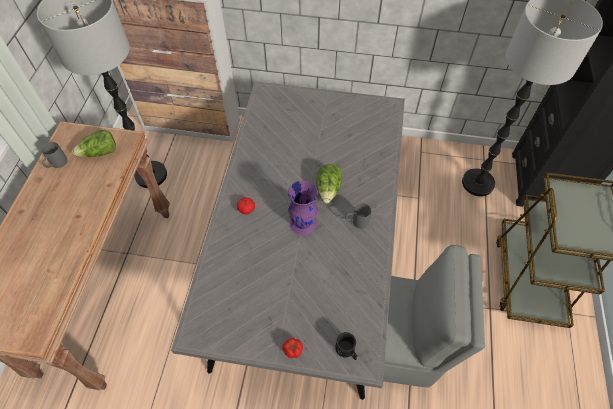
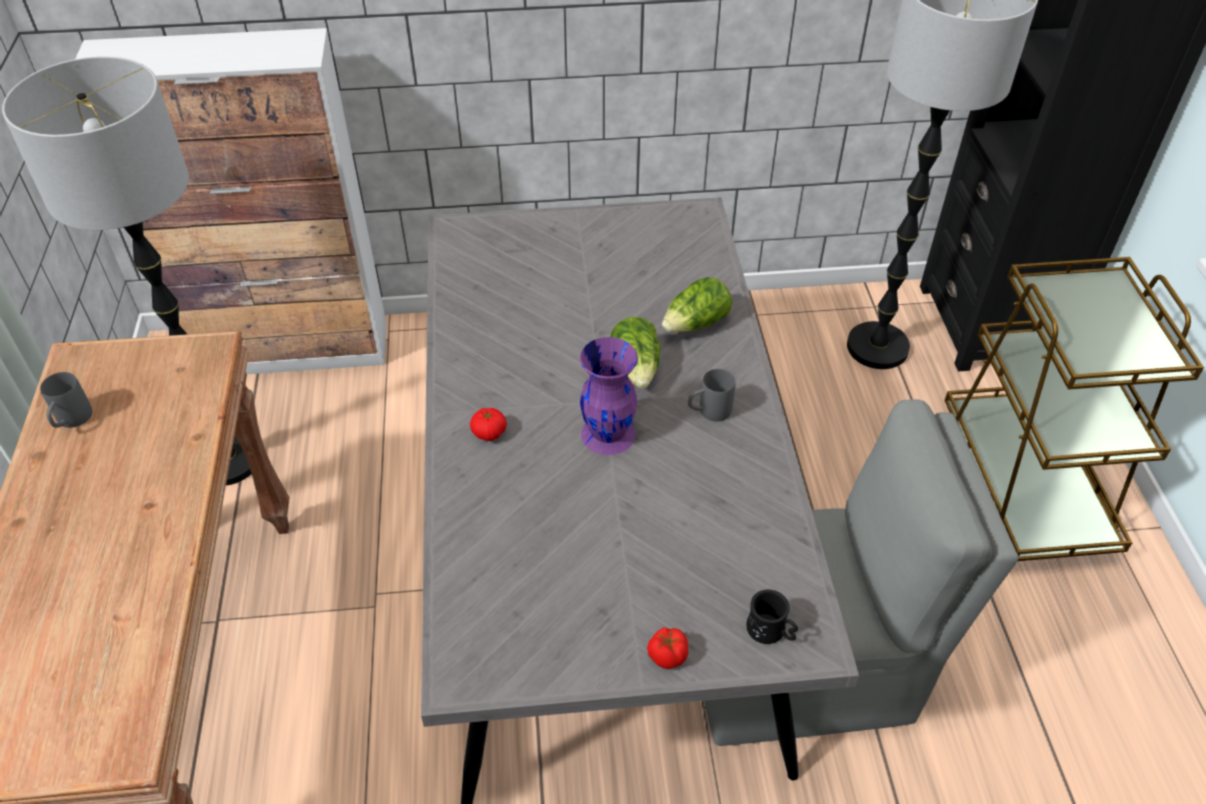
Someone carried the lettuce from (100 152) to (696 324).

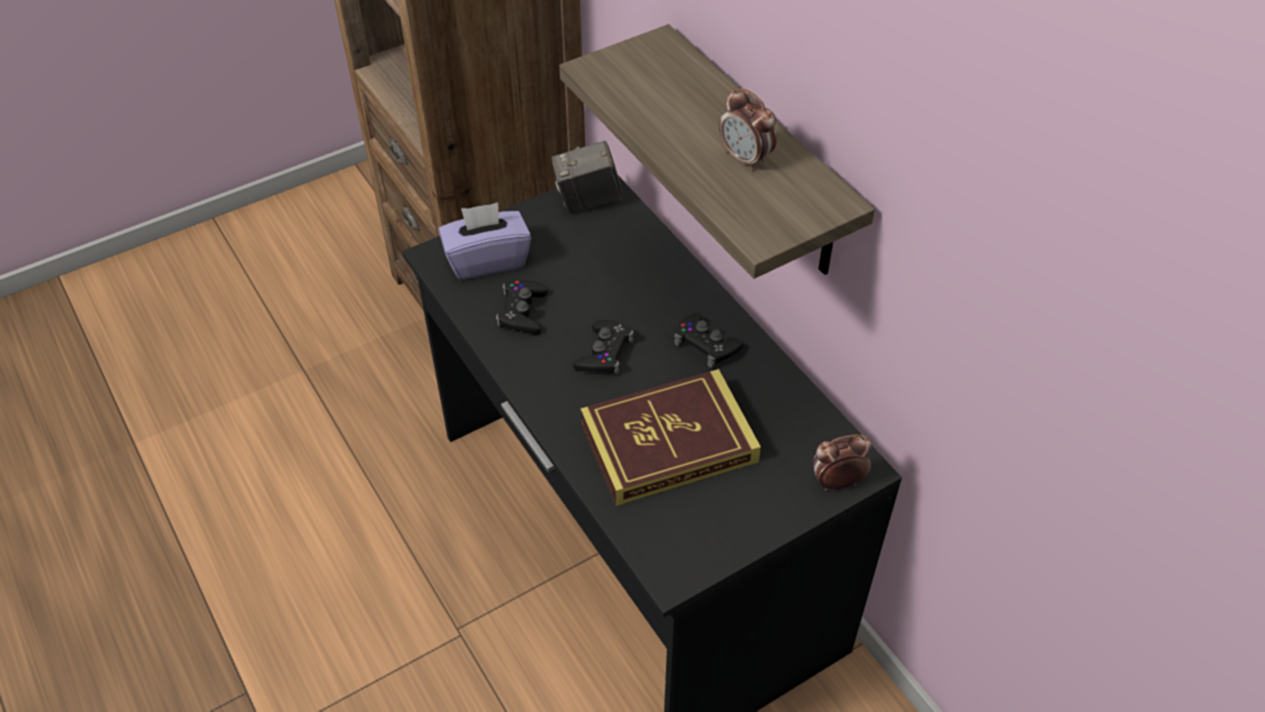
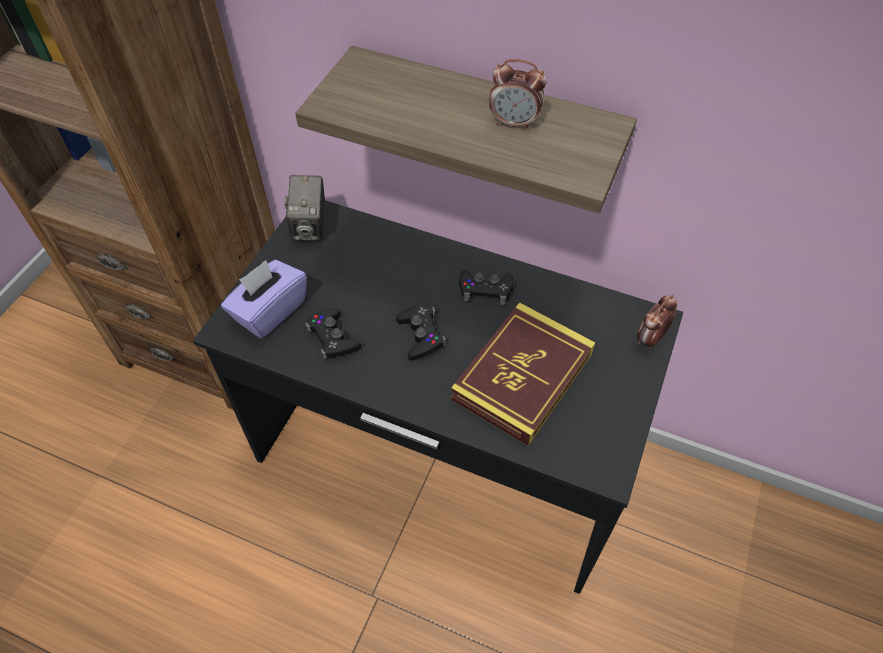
Someone rotated the photo camera at (588 201) by 45 degrees counterclockwise.

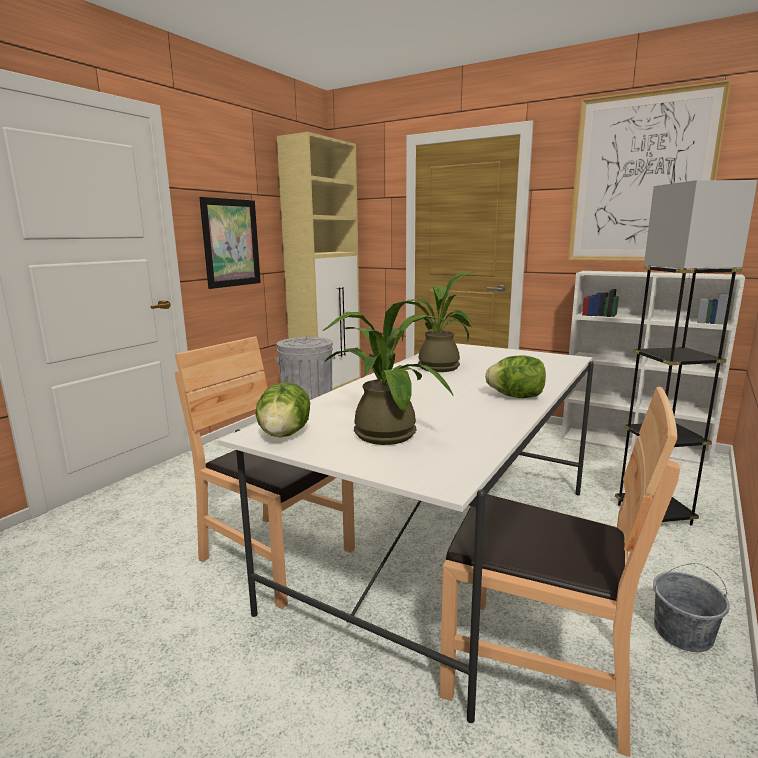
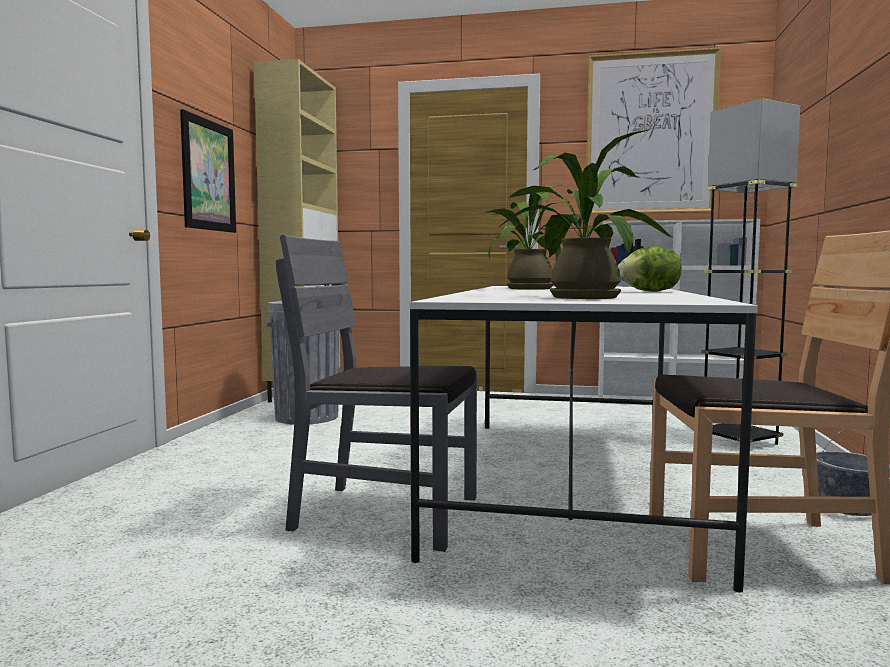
Someone repainted the chair in brown at (276 556), which became the chair in grey at (387 514).
Someone took away the lettuce at (284 435).

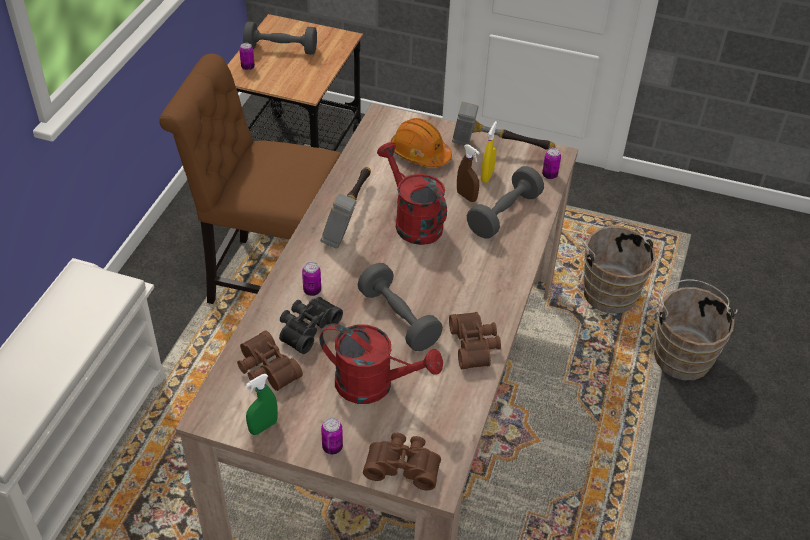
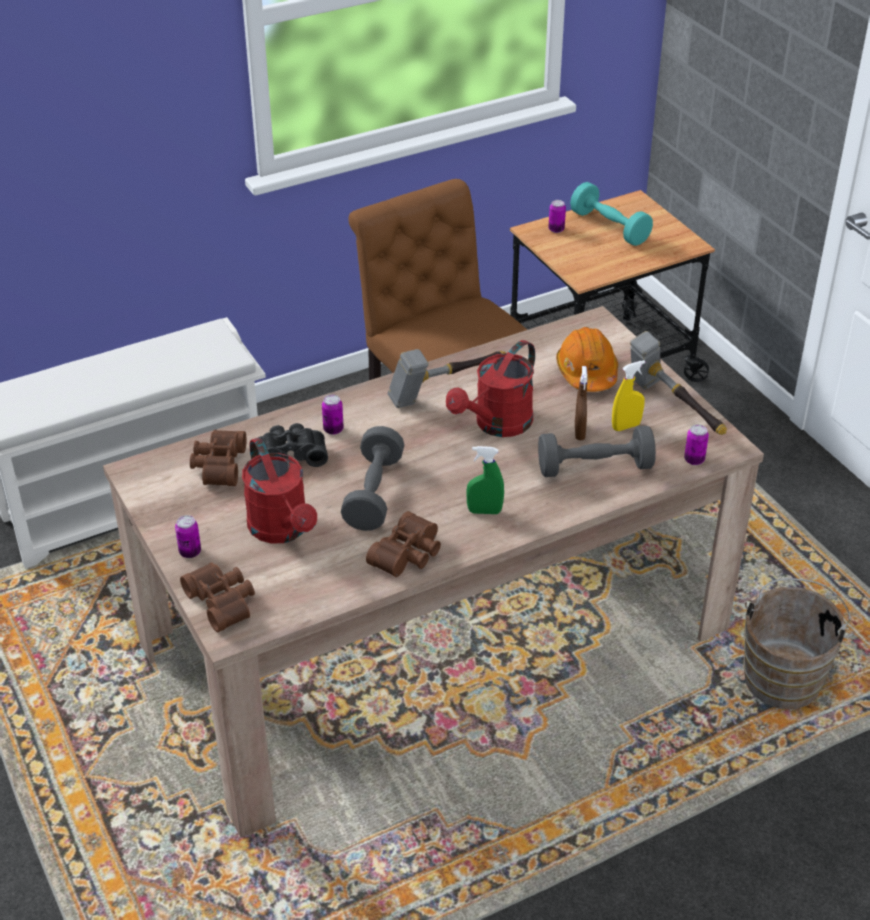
Someone repainted the dumbbell in grey at (281 49), which became the dumbbell in turquoise at (609 227).
Someone rotated the watering can in red at (413 221) by 150 degrees counterclockwise.
Someone took away the bucket in brown at (681 354).
Someone carried the spray bottle in green from (263 427) to (484 511).

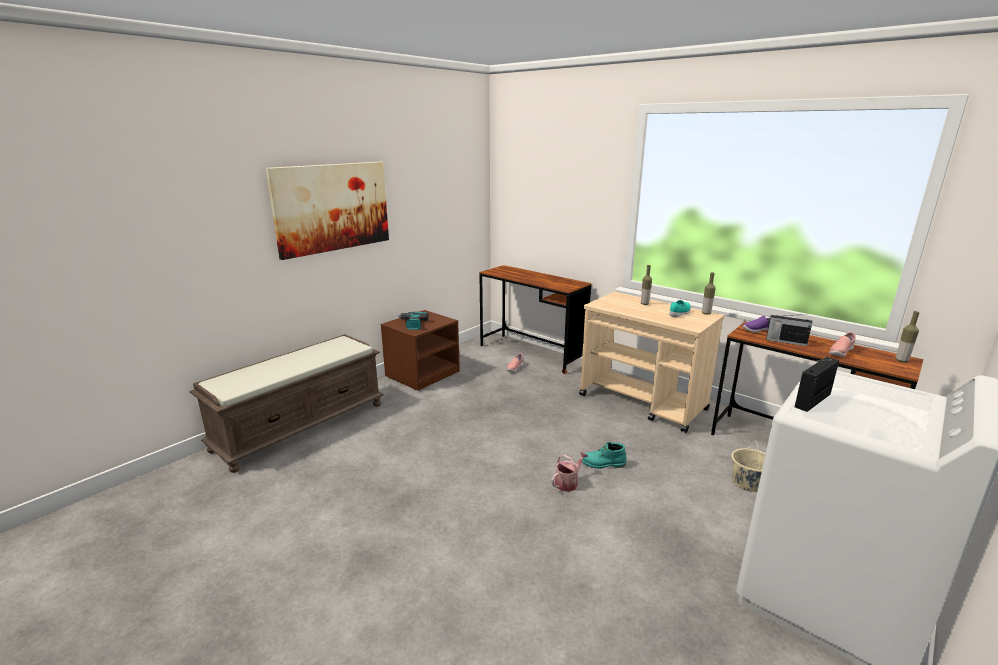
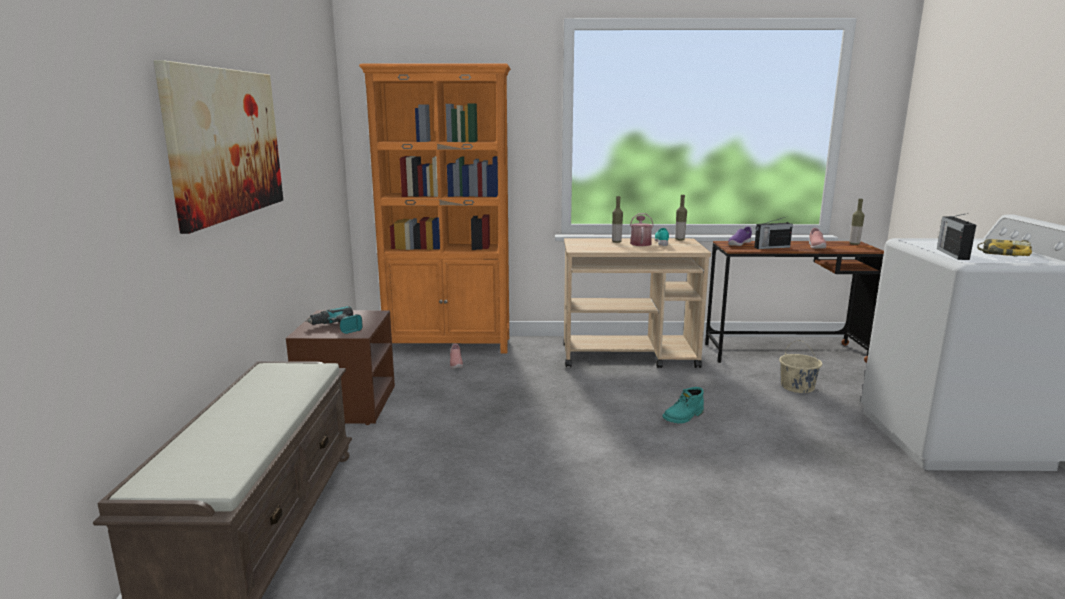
Someone swapped the desk in brown at (531 353) for the bookcase in orange at (449 345).
Someone carried the watering can from (568 482) to (640 243).
Someone put down the power drill at (1003 254).

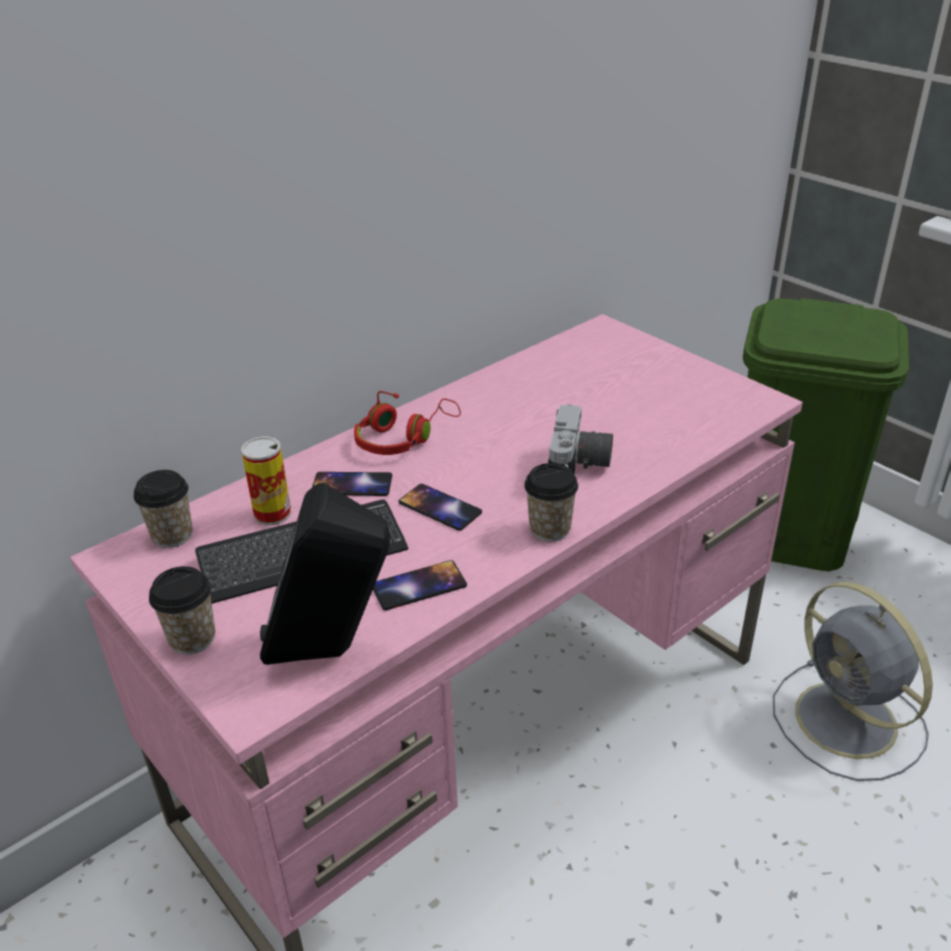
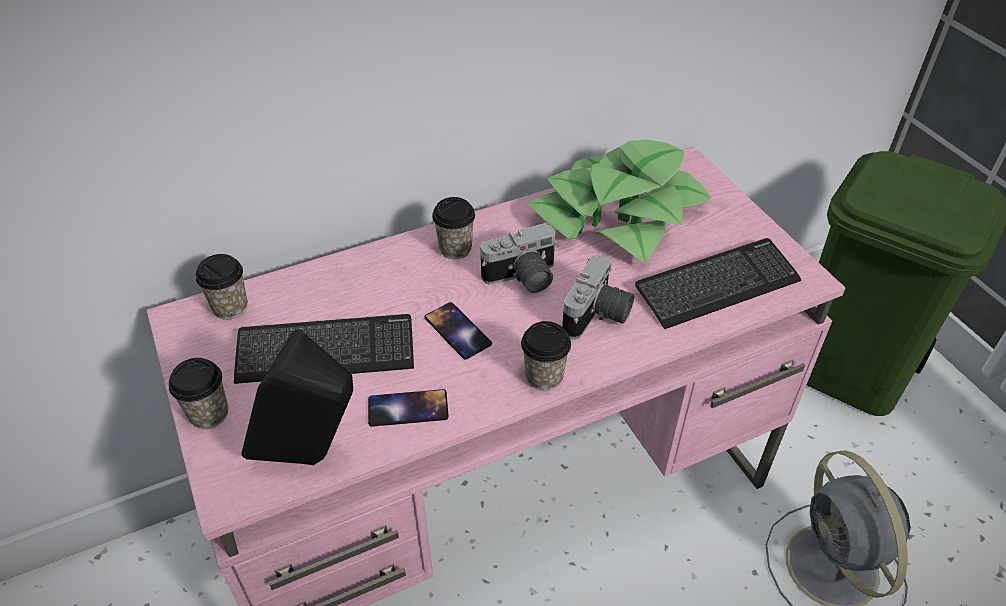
Someone swapped the headphones in red at (403 438) for the cup at (455 249).
Someone took away the can at (272 513).
Someone took away the phone at (352 485).
Someone put down the potted plant at (618 215).
Someone put down the photo camera at (522 279).
Someone put down the keyboard at (717 285).

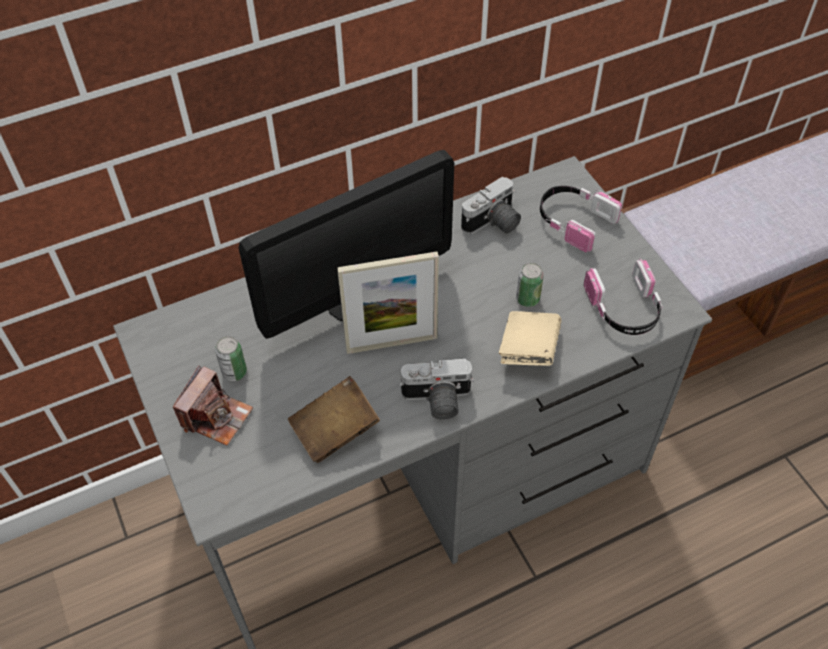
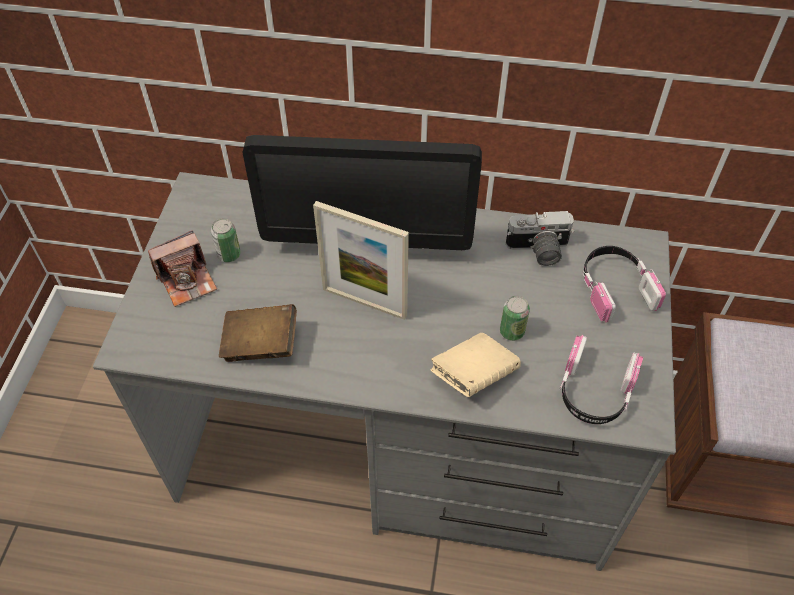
Someone took away the photo camera at (436 401).

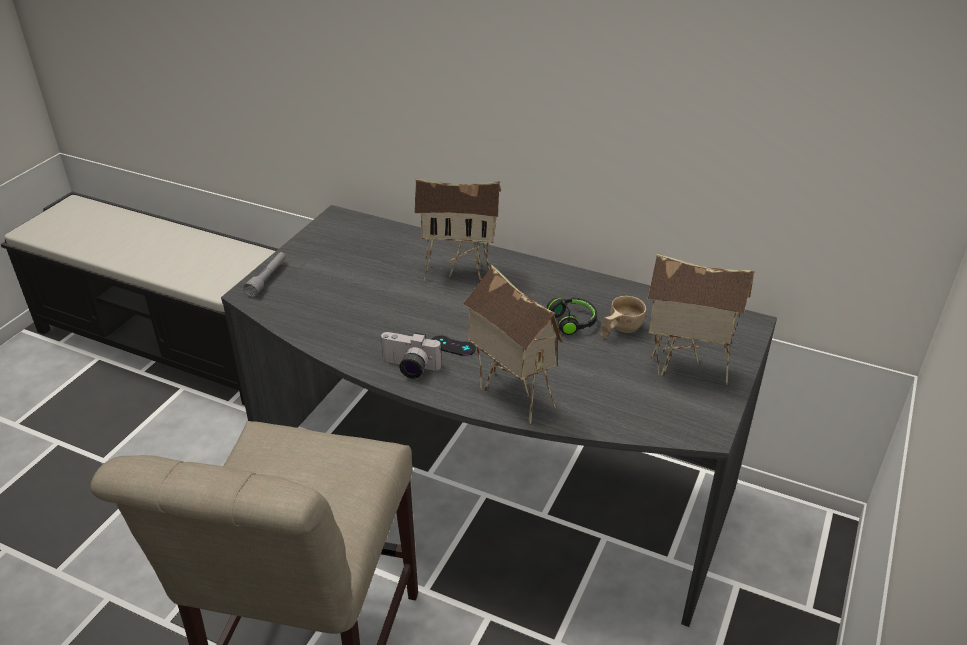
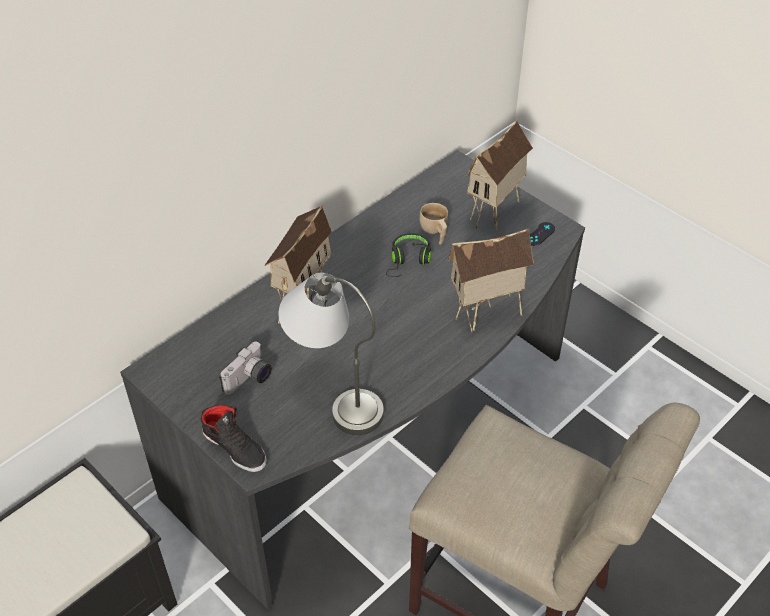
Someone swapped the flashlight in grey at (267 278) for the shoe in black at (235 447).
Someone carried the photo camera from (409 368) to (249 380).
Someone carried the game controller in black from (452 346) to (540 234).
Someone put down the table lamp in grey at (335 393).

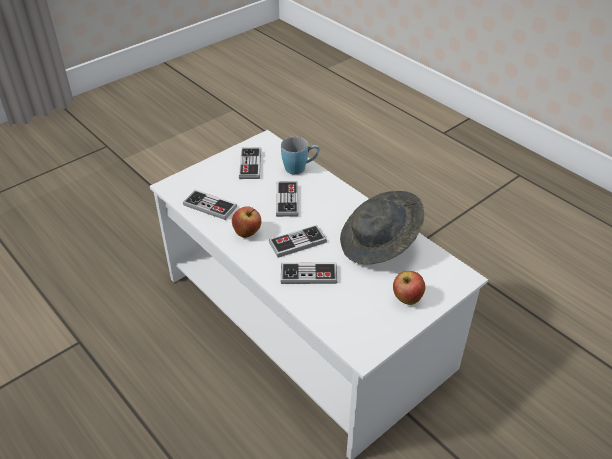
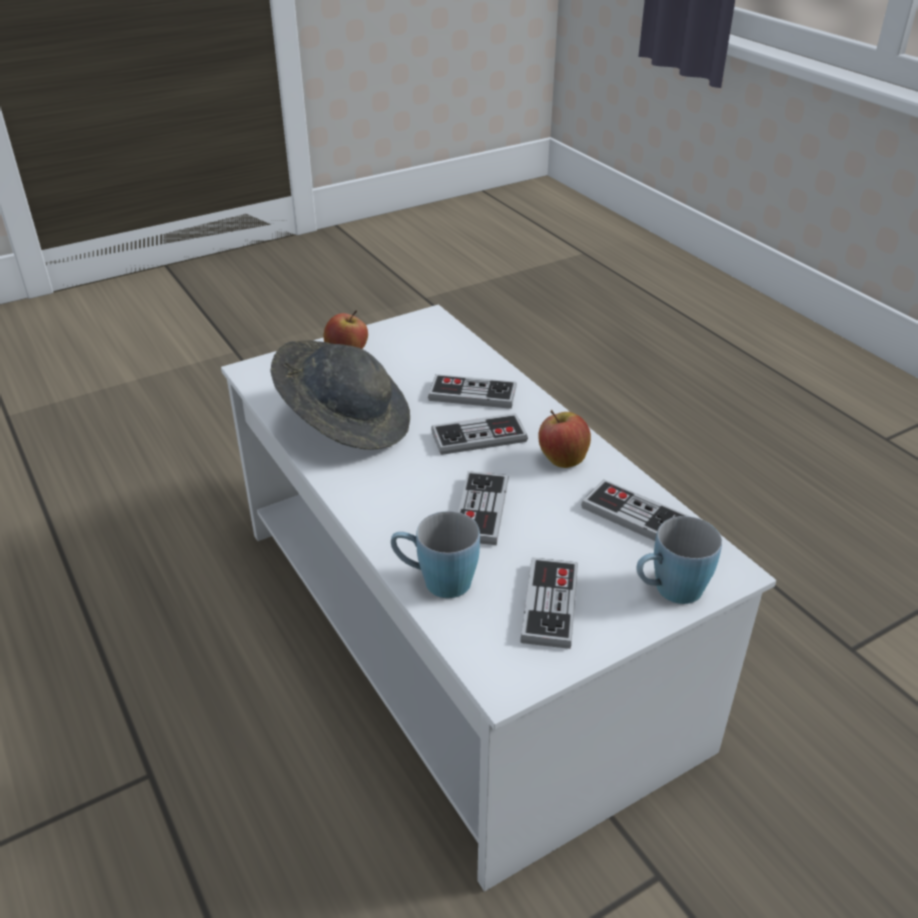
Someone put down the mug in blue at (669 591).

